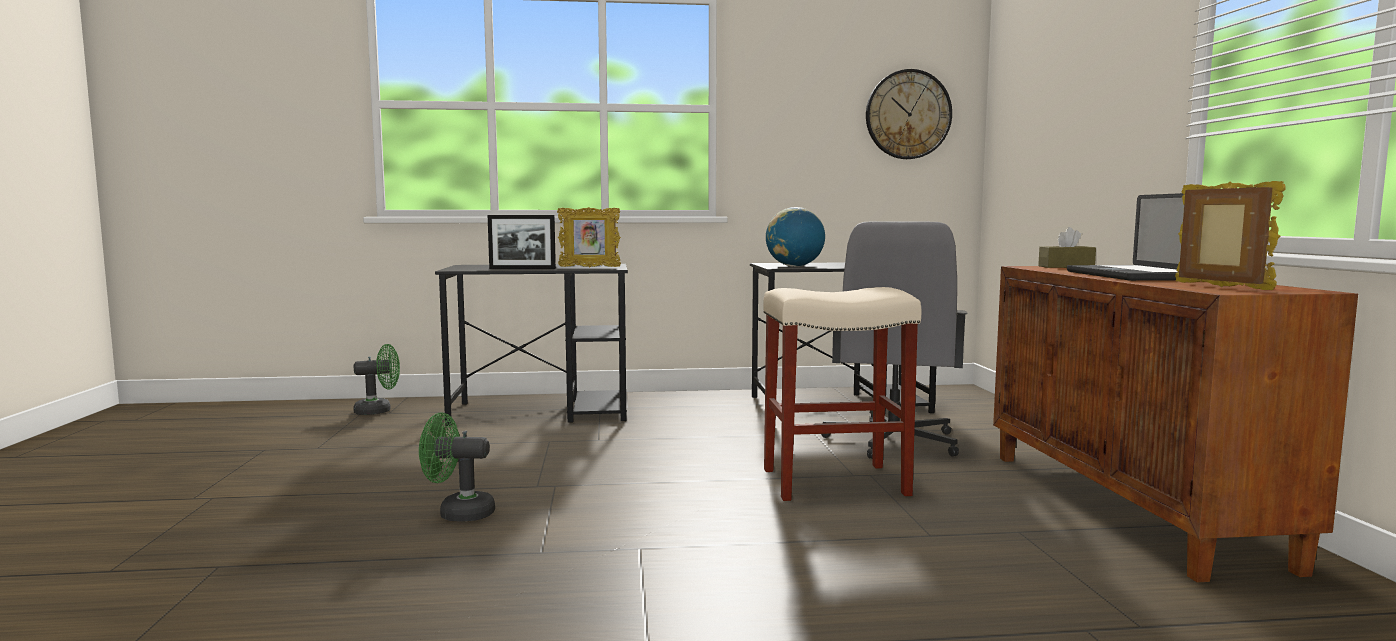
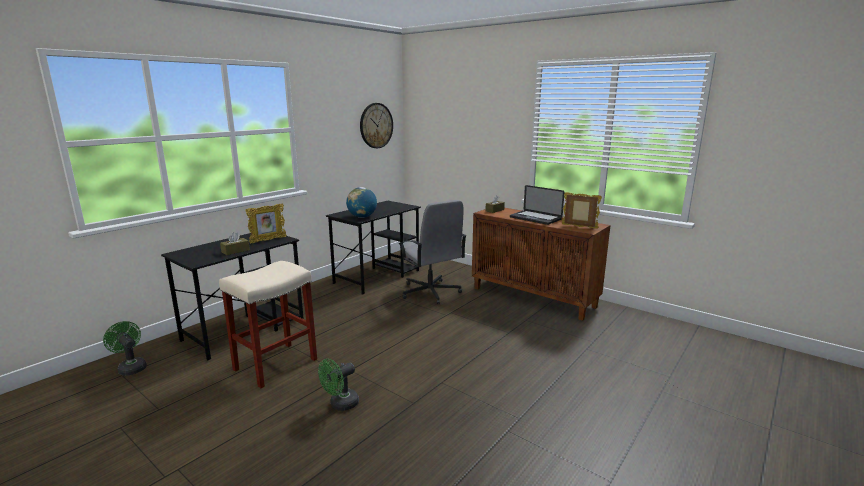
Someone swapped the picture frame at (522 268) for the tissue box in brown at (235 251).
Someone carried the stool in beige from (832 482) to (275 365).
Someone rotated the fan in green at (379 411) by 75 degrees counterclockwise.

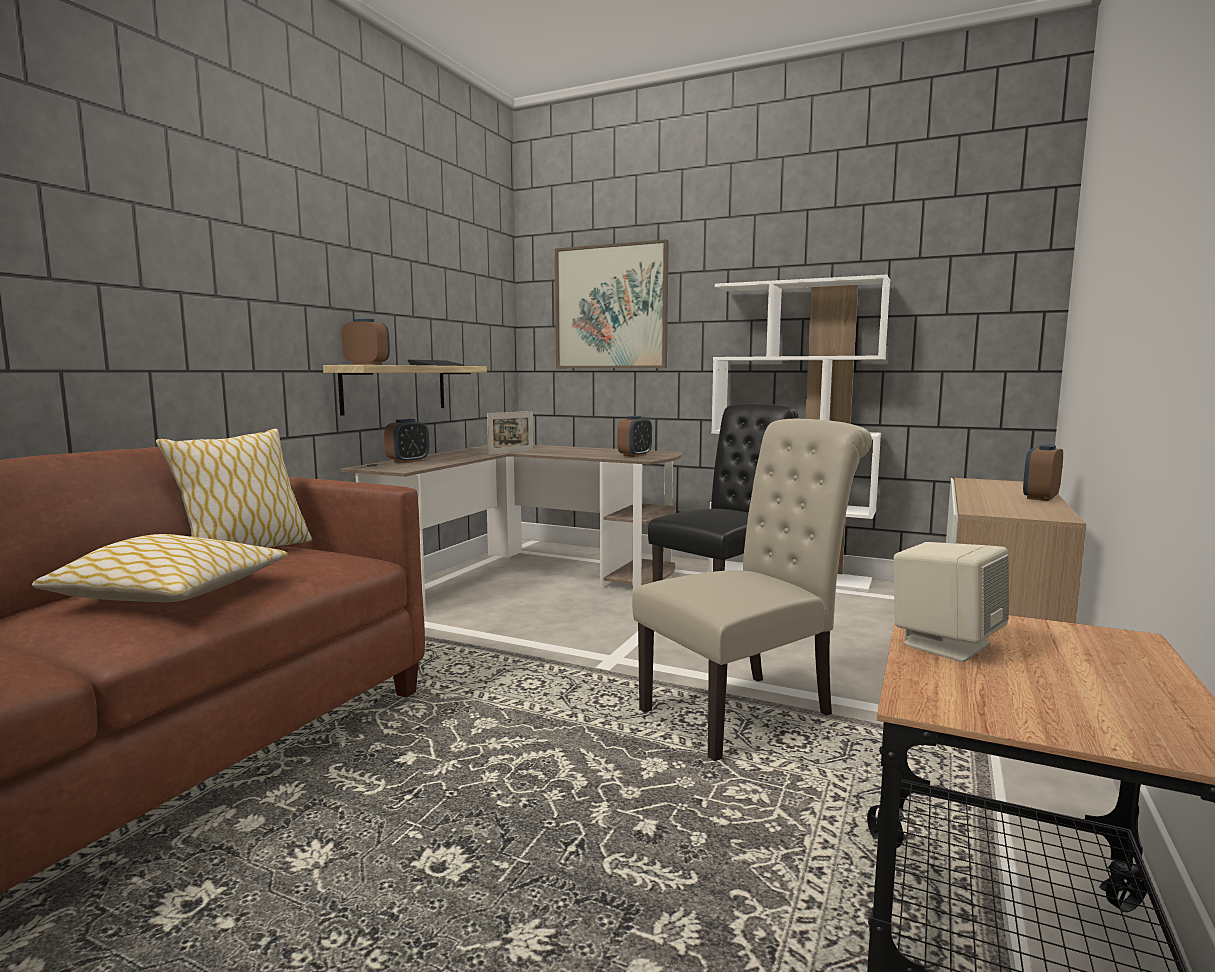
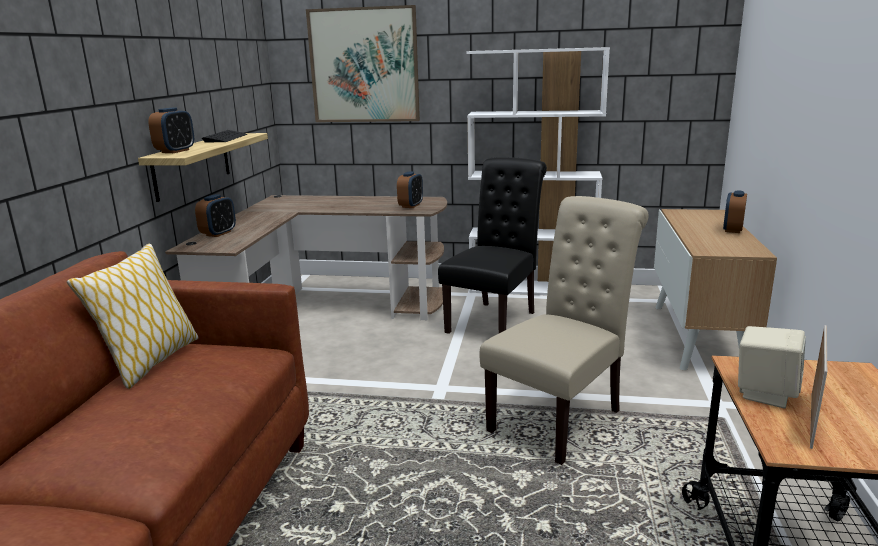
Someone rotated the alarm clock at (367 364) by 105 degrees clockwise.
Someone carried the picture frame from (511 452) to (812 419).
Someone took away the pillow at (173 593).

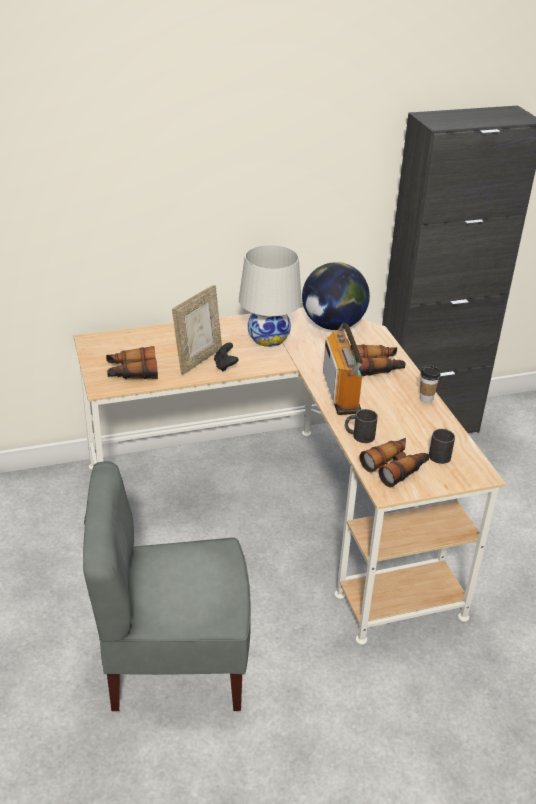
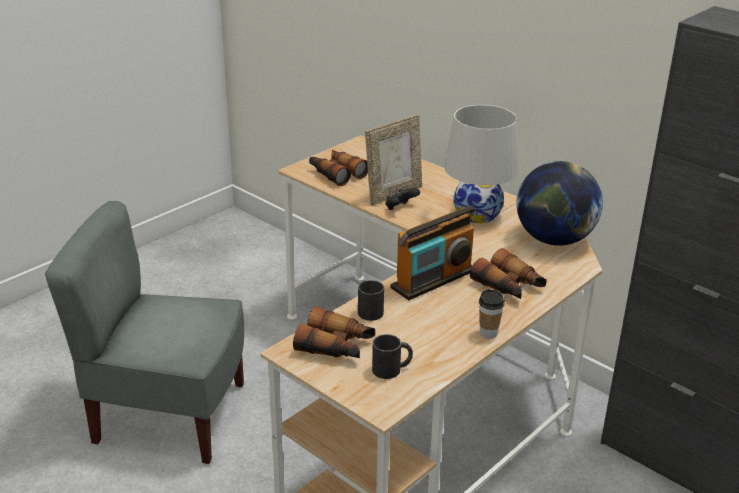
Someone rotated the picture frame at (198 359) by 45 degrees counterclockwise.
Someone rotated the chair in grey at (174 662) by 45 degrees counterclockwise.

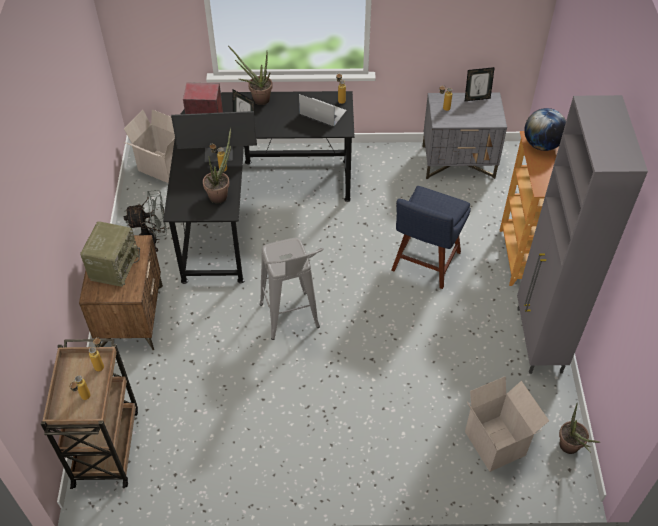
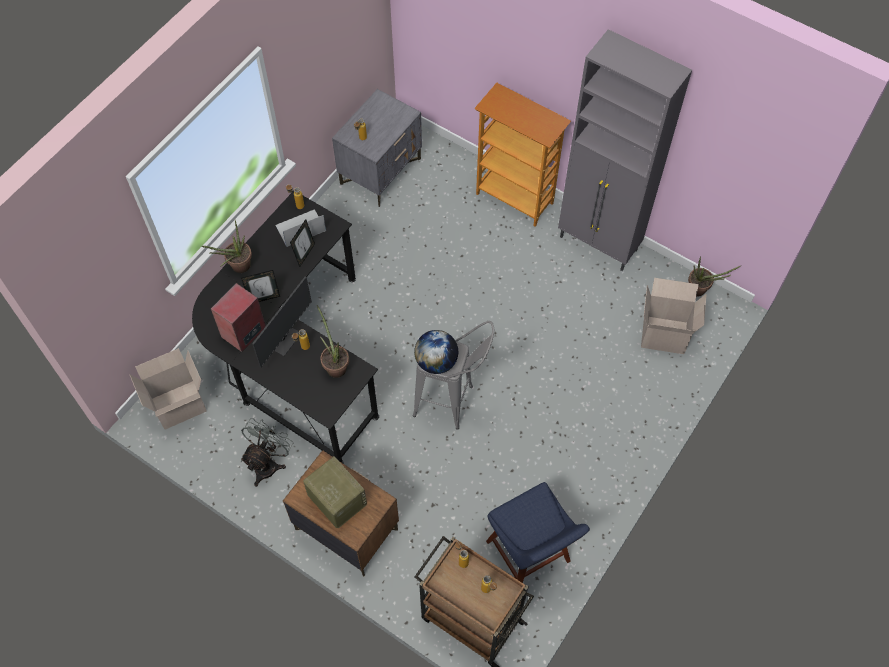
Someone carried the picture frame from (476 98) to (305 254).
Someone carried the globe from (542 145) to (436 362).
Someone carried the chair in blue from (424 264) to (530 555).

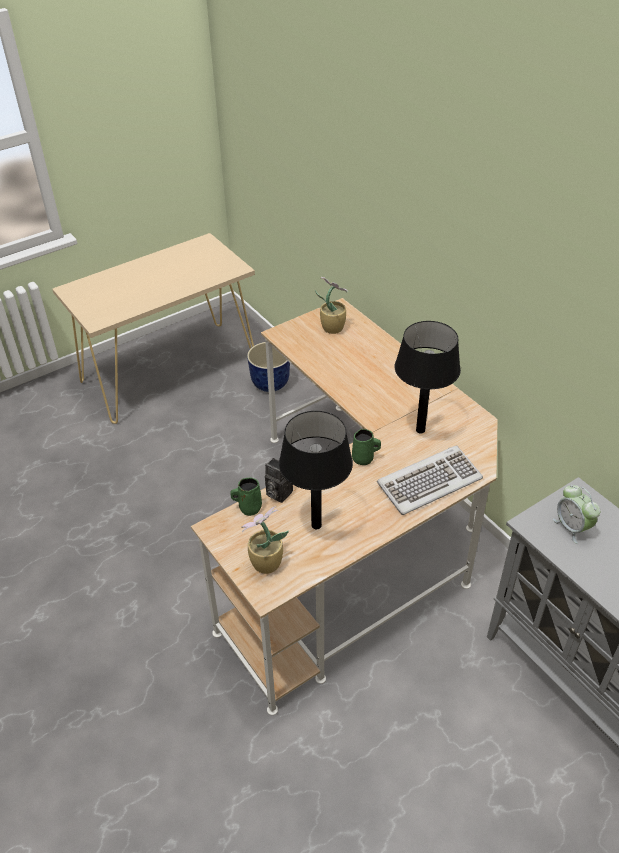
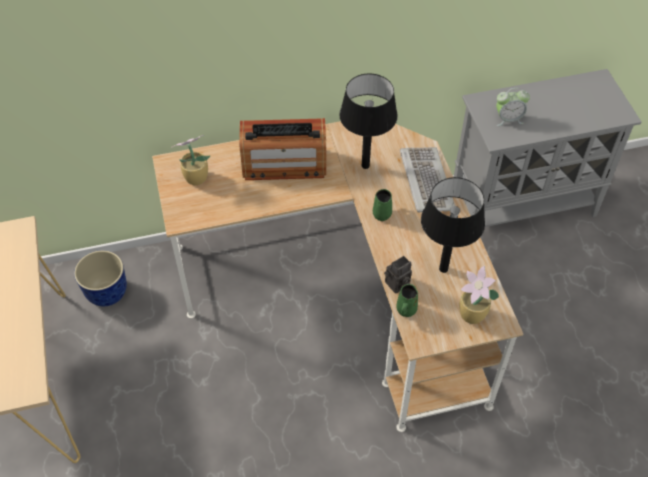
Someone put down the radio at (284 164).

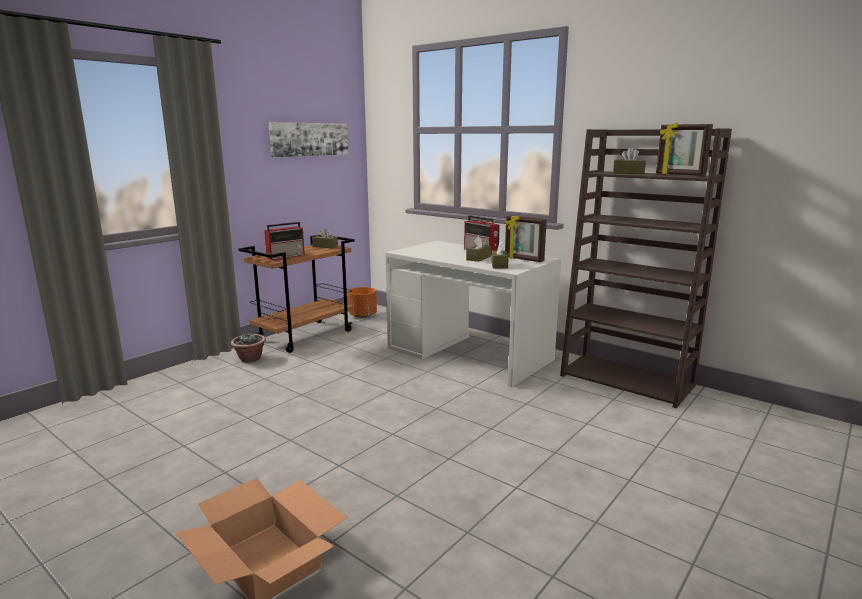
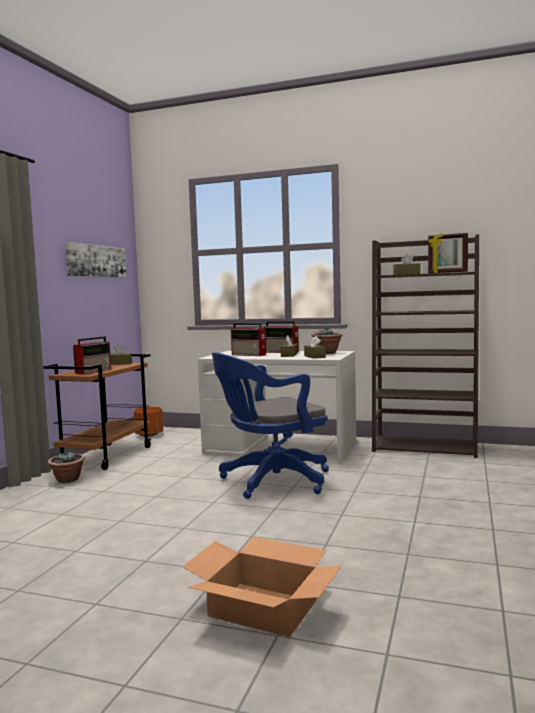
Someone swapped the picture frame at (523 259) for the potted plant at (327 353).
Someone put down the radio at (249 355).
Someone put down the office chair in blue at (271 481).

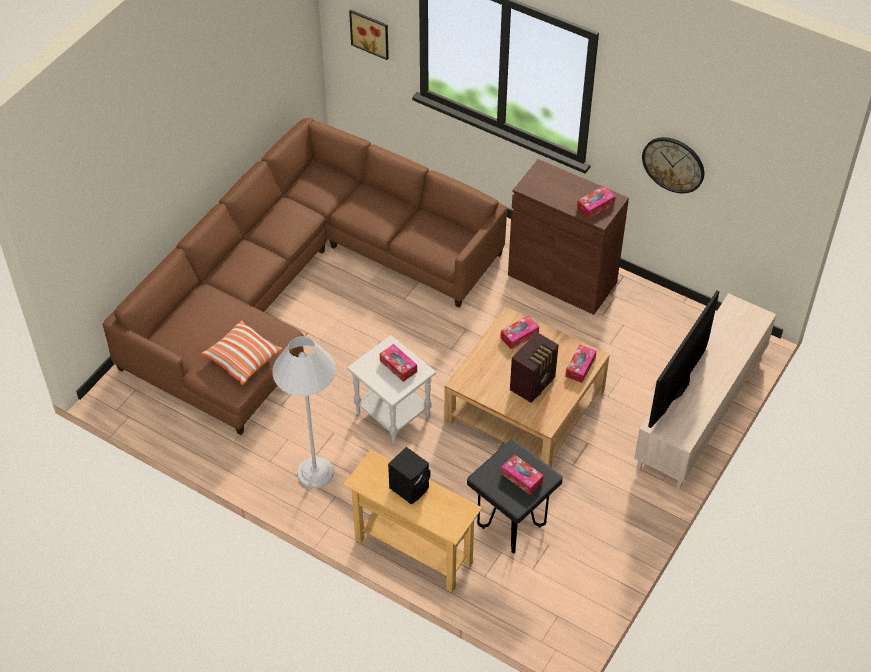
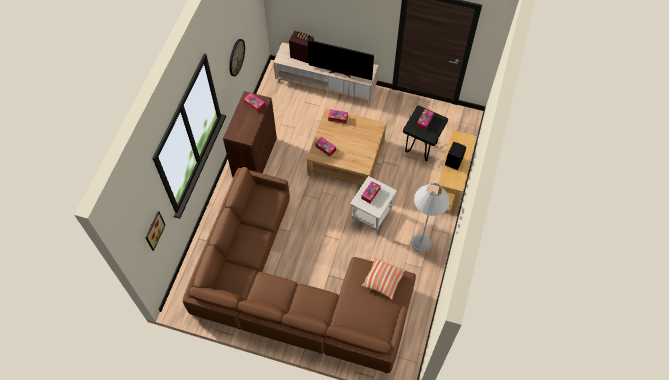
Someone carried the radio from (534 383) to (302 55).

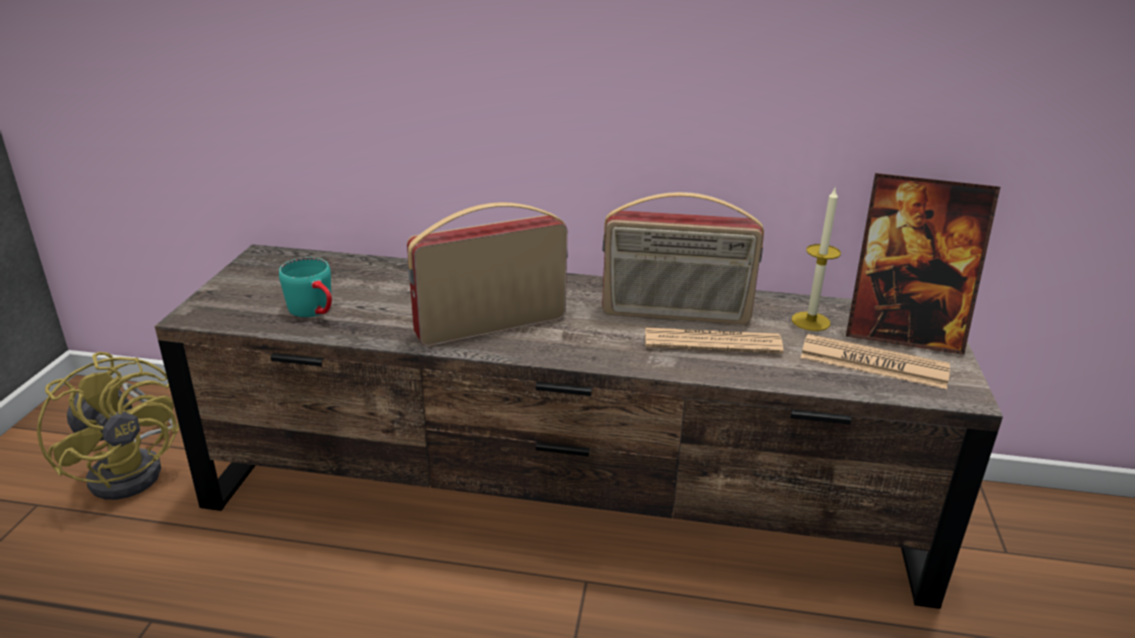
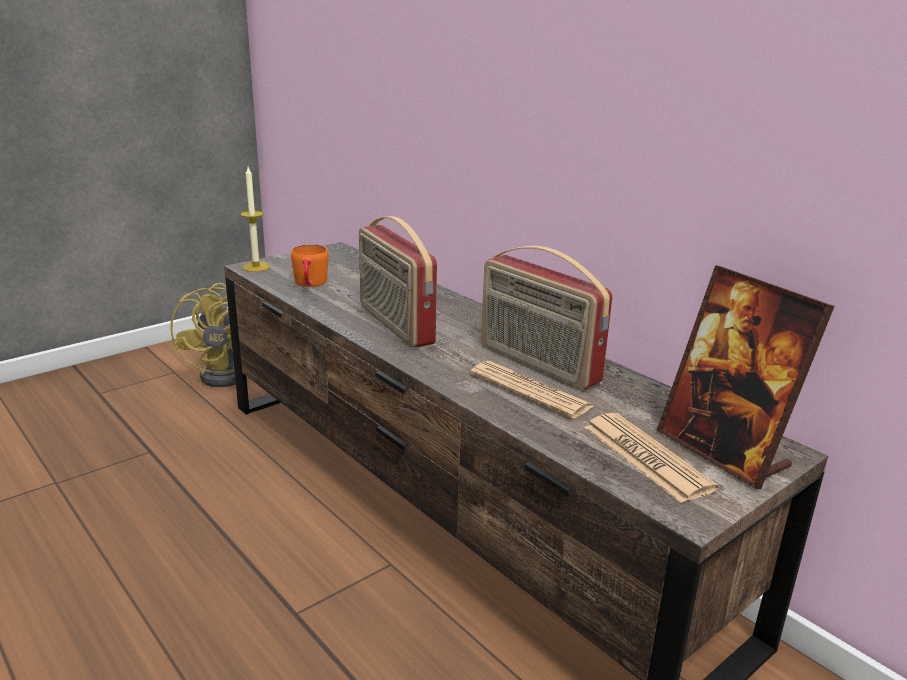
Someone carried the candle from (810 321) to (256 267).
Someone rotated the radio at (490 325) by 135 degrees counterclockwise.
Someone repainted the mug in turquoise at (316 311), which became the mug in orange at (310 284).

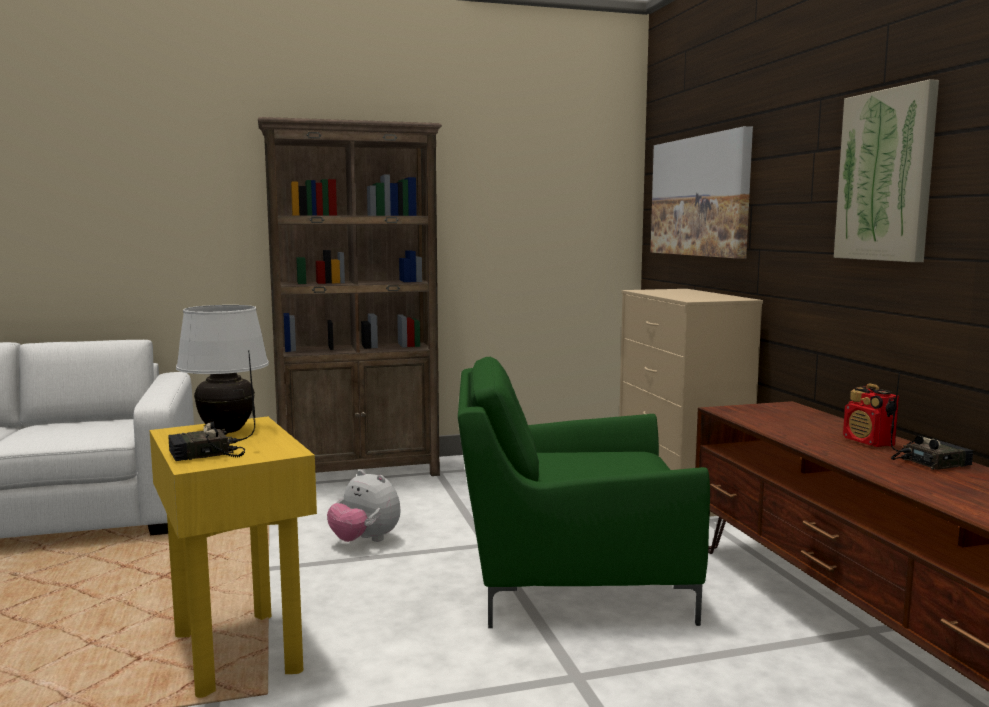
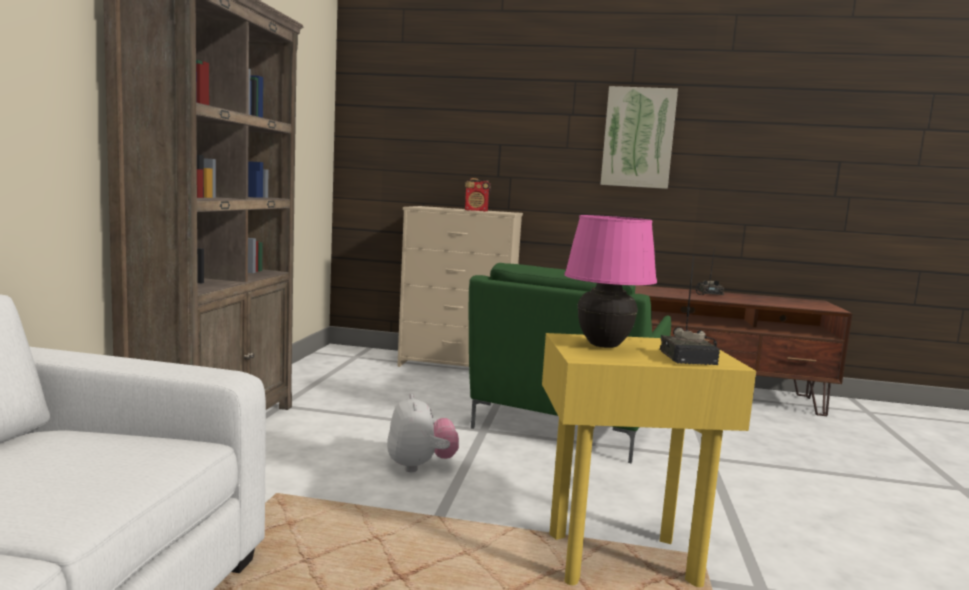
Someone took away the picture at (700 196).
Someone repainted the table lamp in white at (227 431), which became the table lamp in pink at (603 346).
Someone carried the radio from (869 442) to (476 211).
Someone rotated the plush toy at (365 541) by 75 degrees counterclockwise.

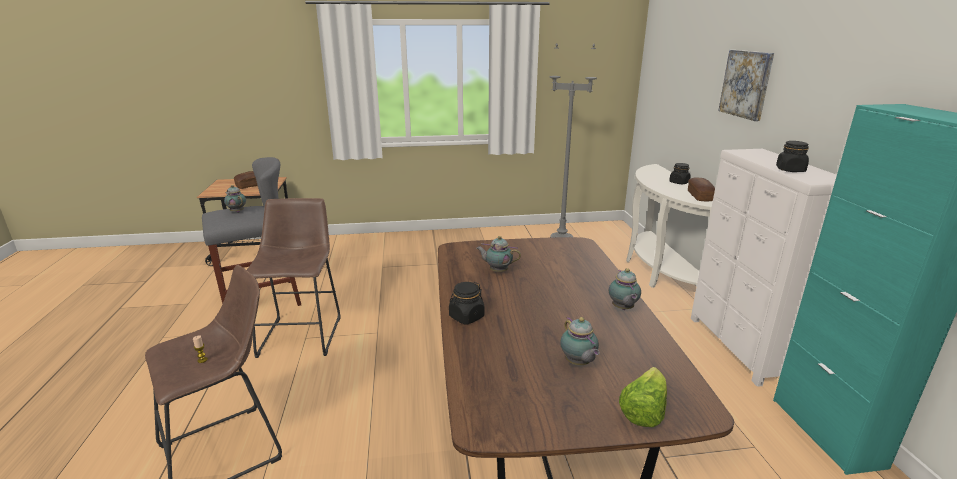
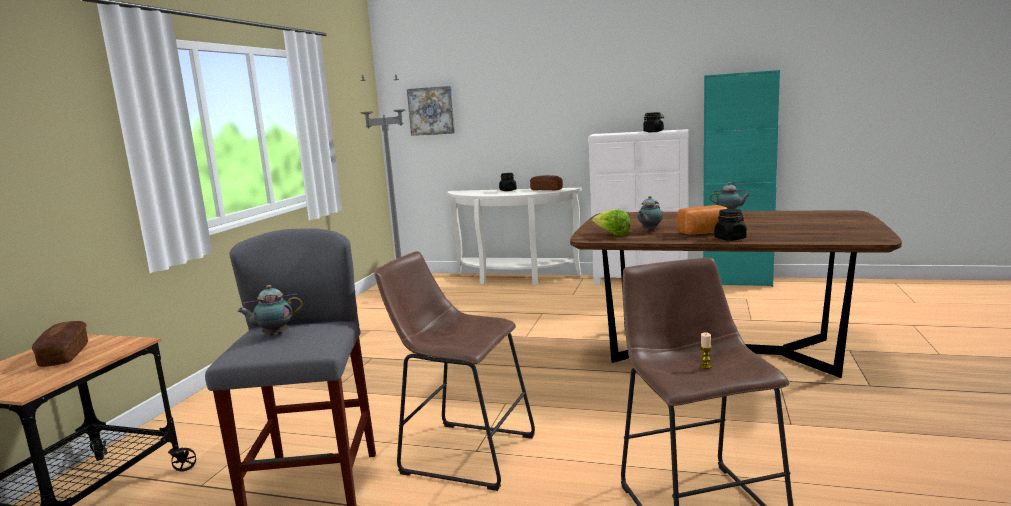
Someone carried the picture from (746 84) to (431 111).
Someone took away the teapot at (578 364).
Someone carried the lettuce from (643 411) to (612 234).
Someone put down the bread at (705 232).

